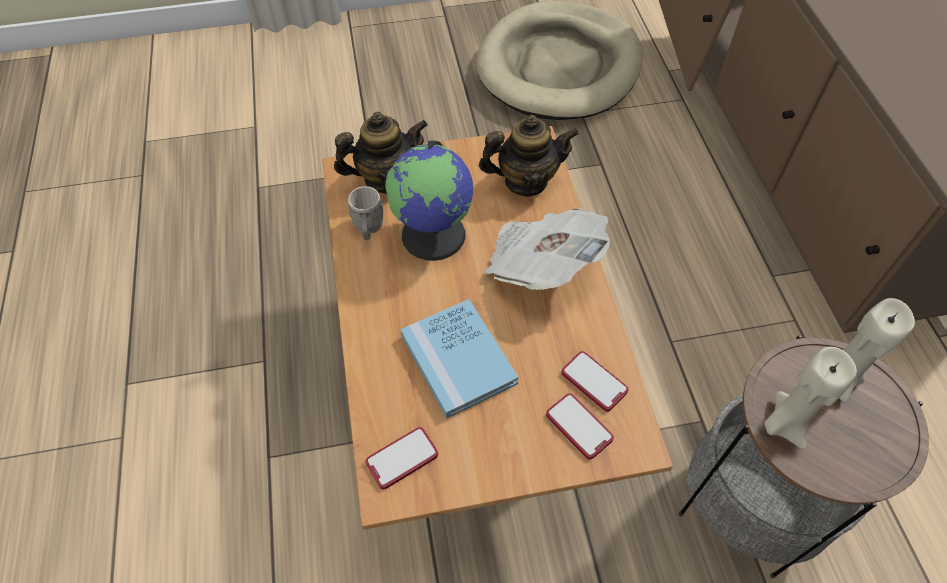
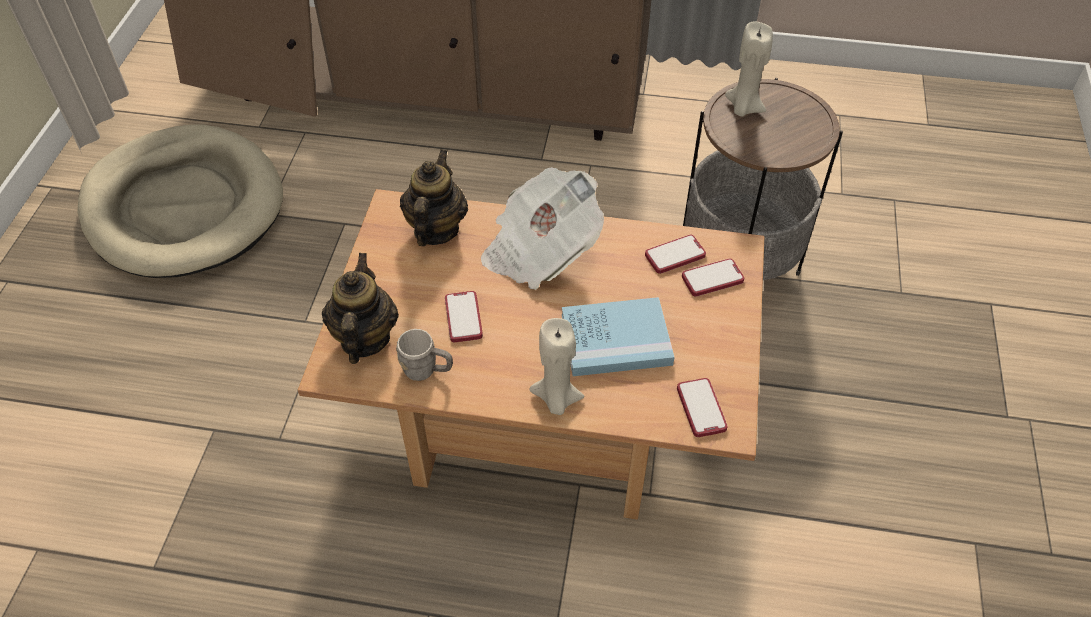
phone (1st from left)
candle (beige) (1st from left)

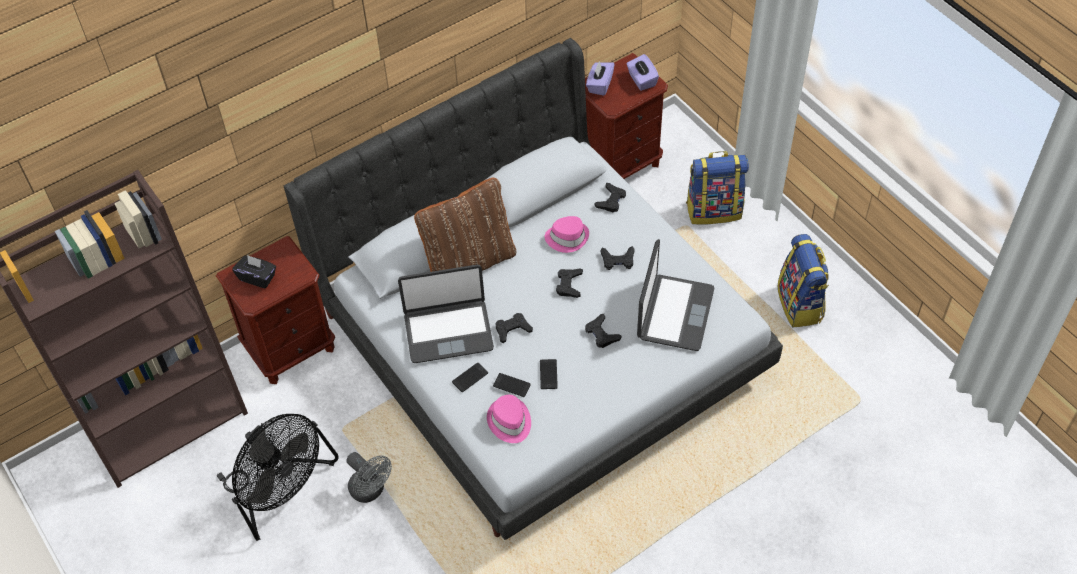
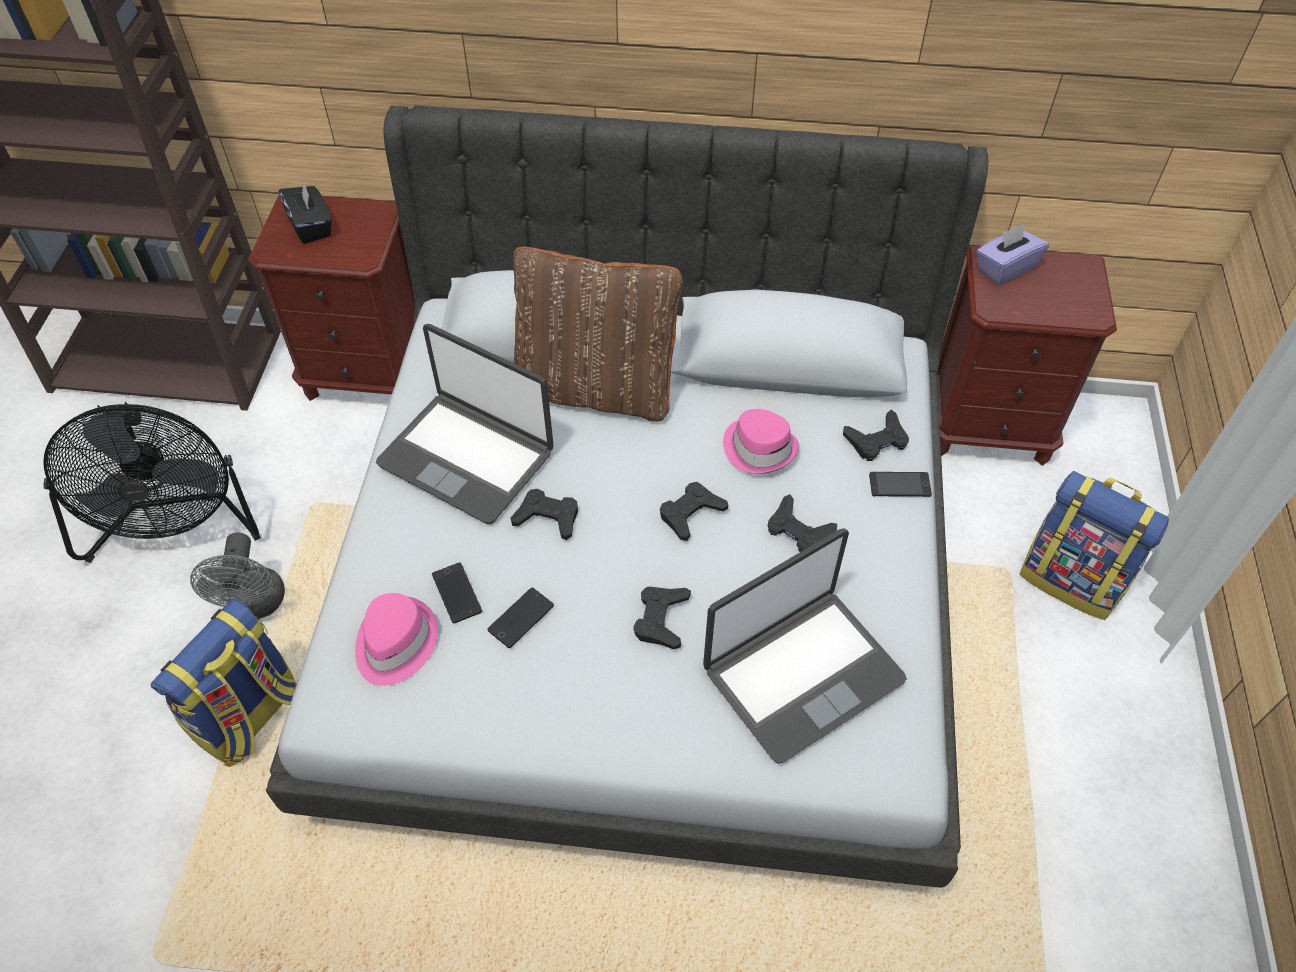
phone (3rd from left)
tissue box (purple) (2nd from left in the first image)
backpack (1st from left)

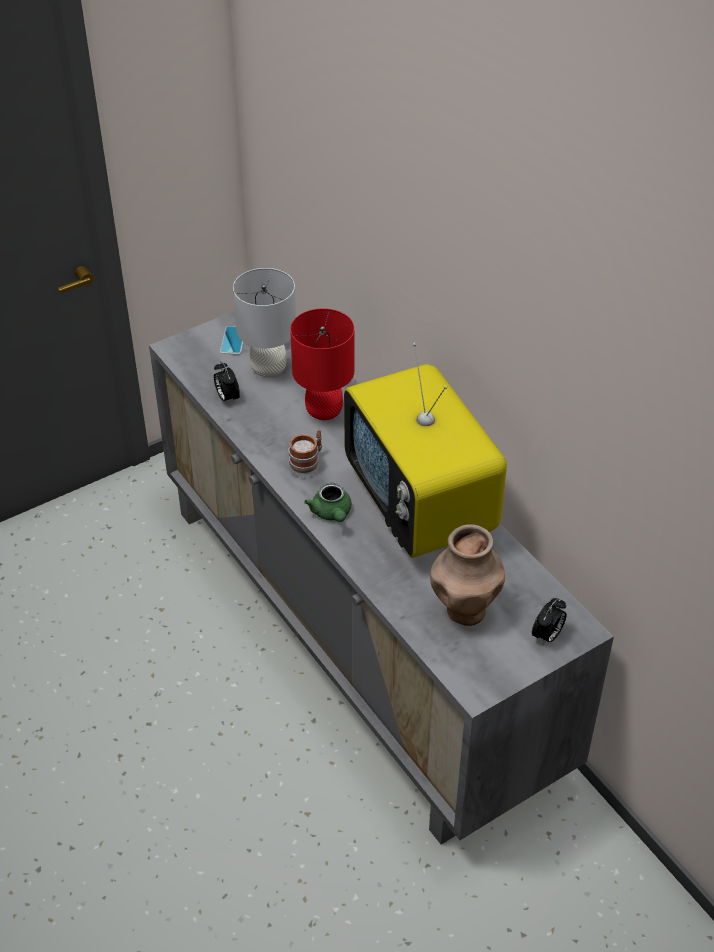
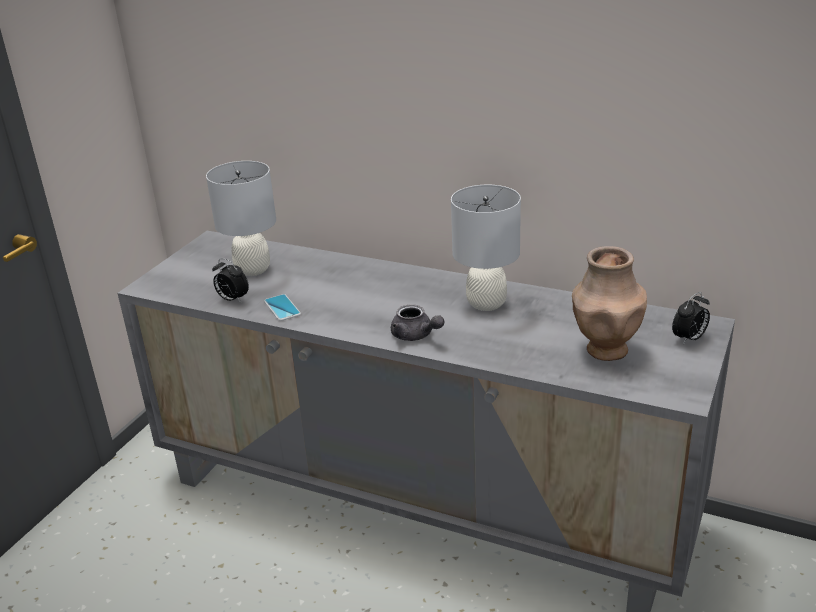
phone
mug
table lamp (red)
teapot (grey)
table lamp (grey) (2nd from left)
alarm clock (2nd from left)

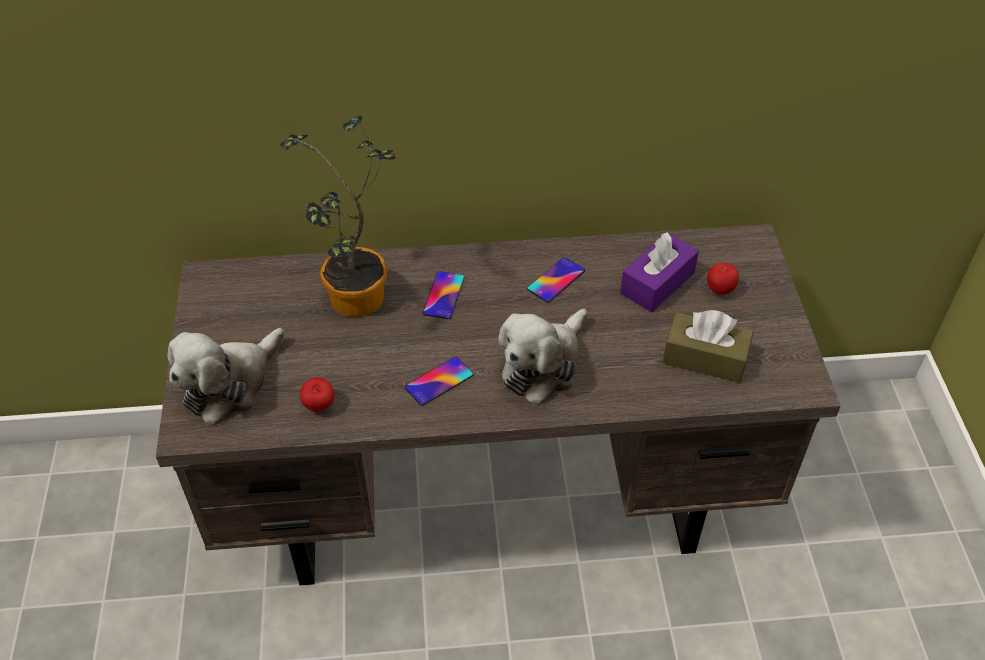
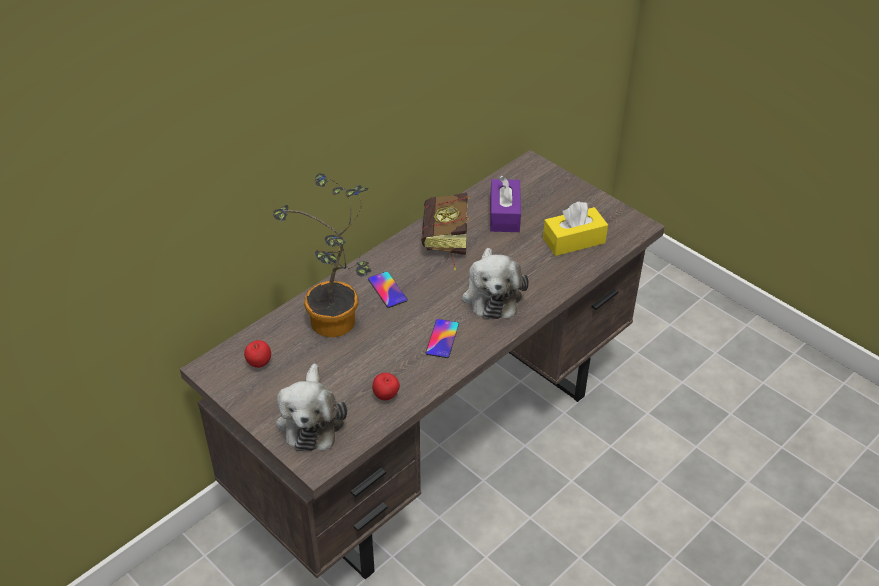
book
tissue box (yellow)
apple (1st from left)

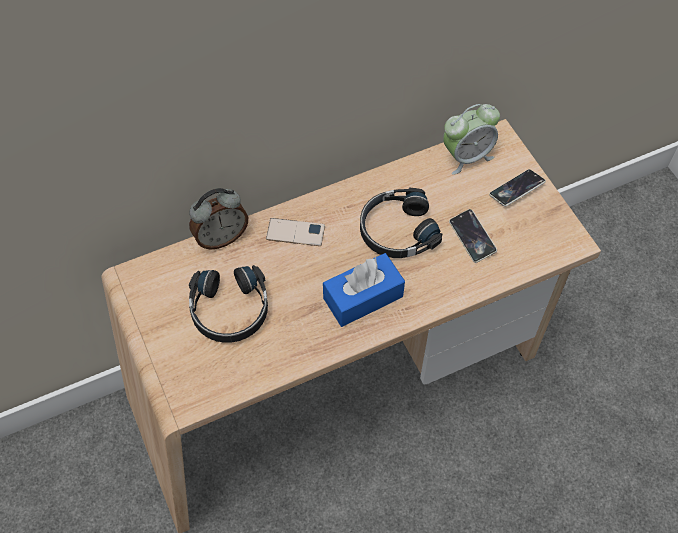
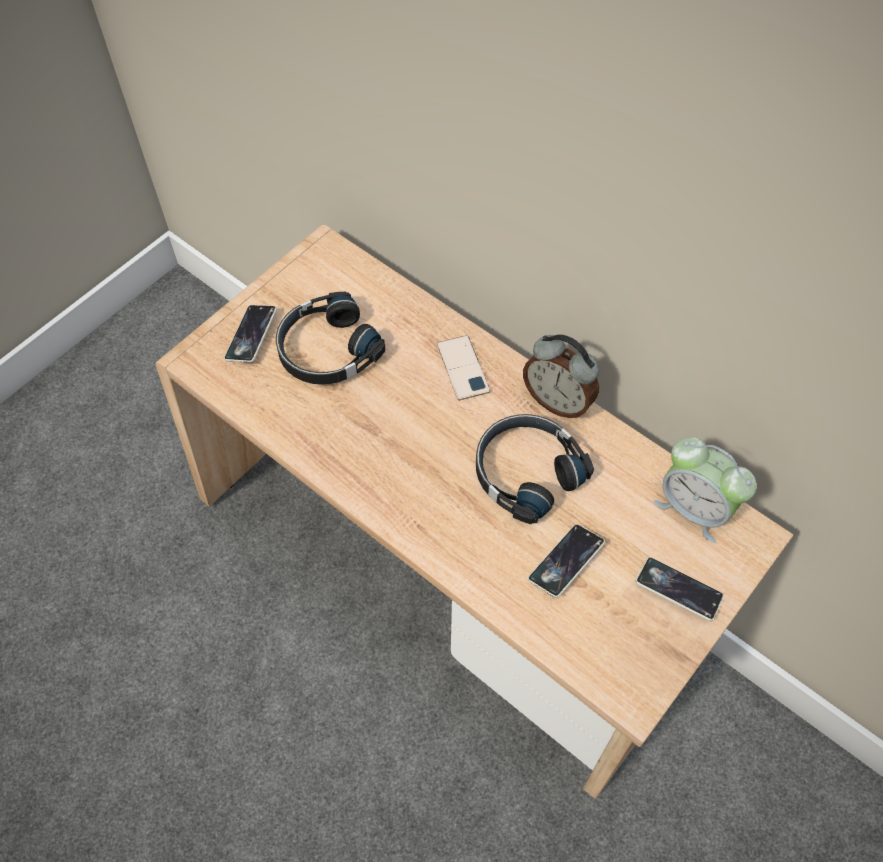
alarm clock (1st from left)
tissue box (blue)
phone (1st from left)

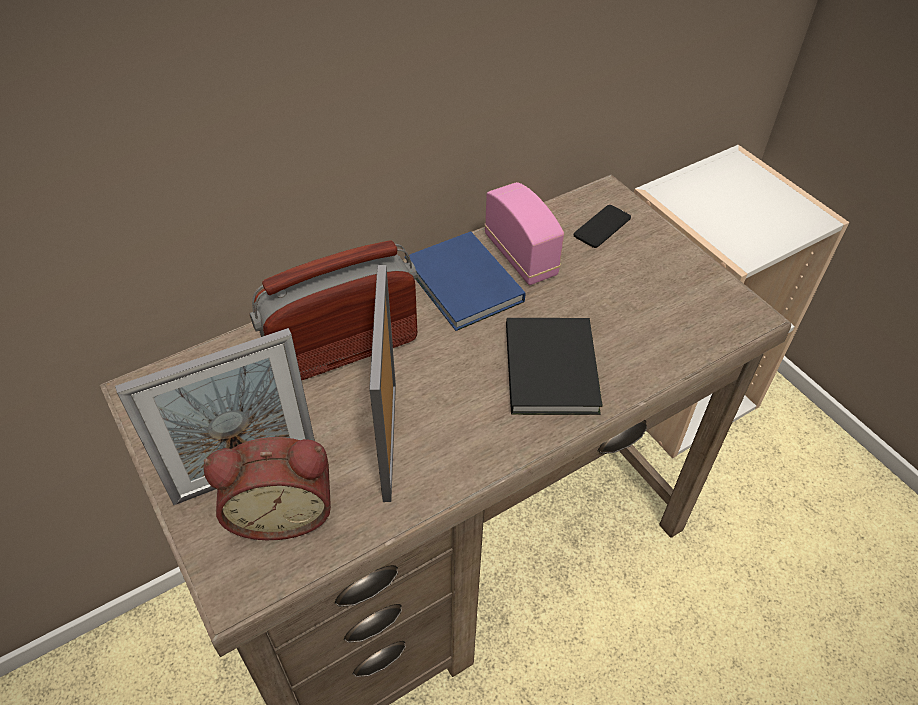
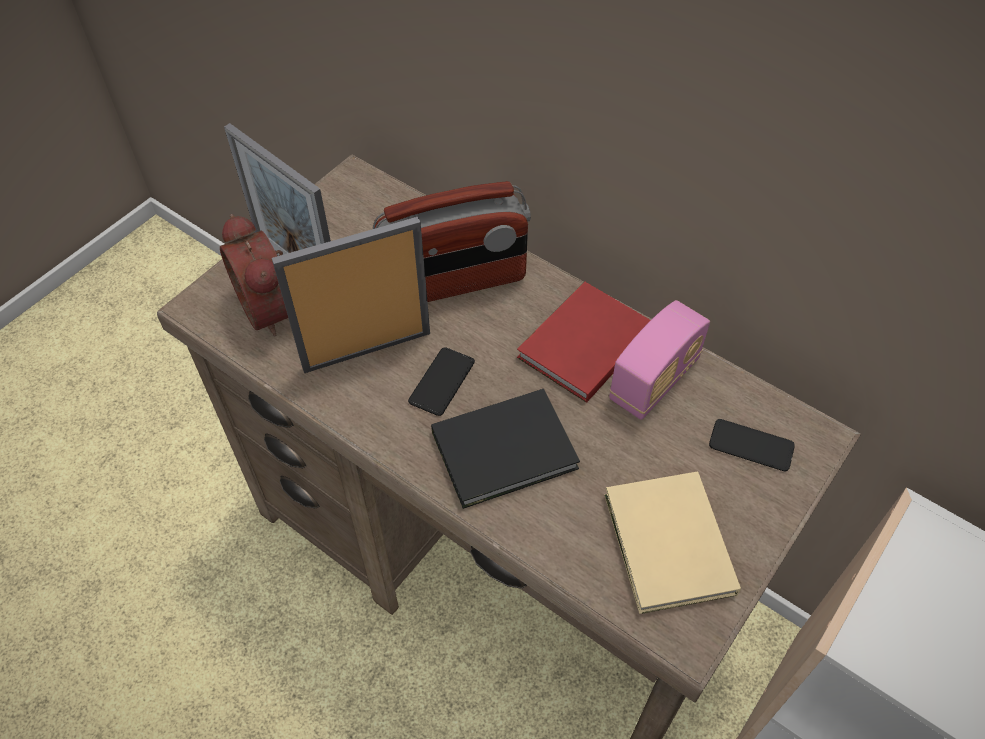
radio (1st from left)
book (red)
phone (1st from left)
book (beige)

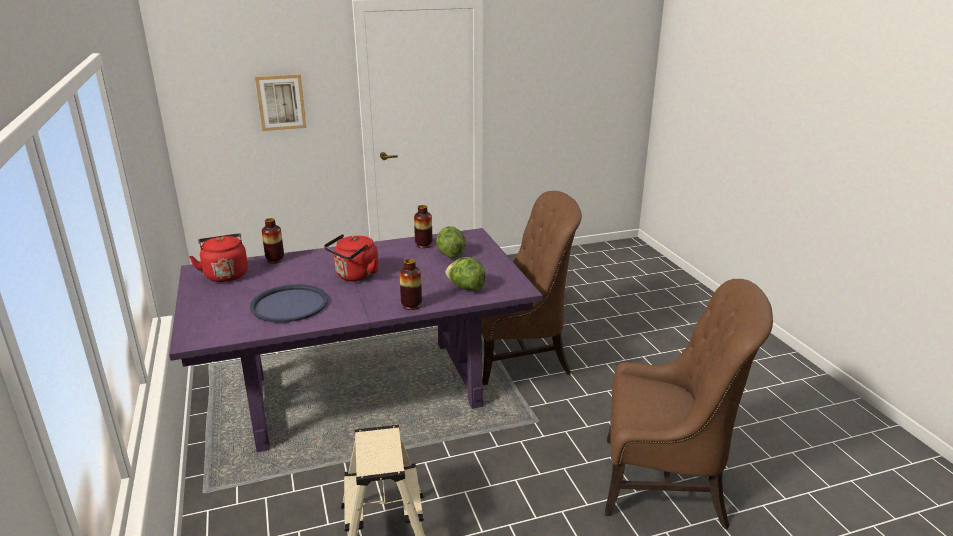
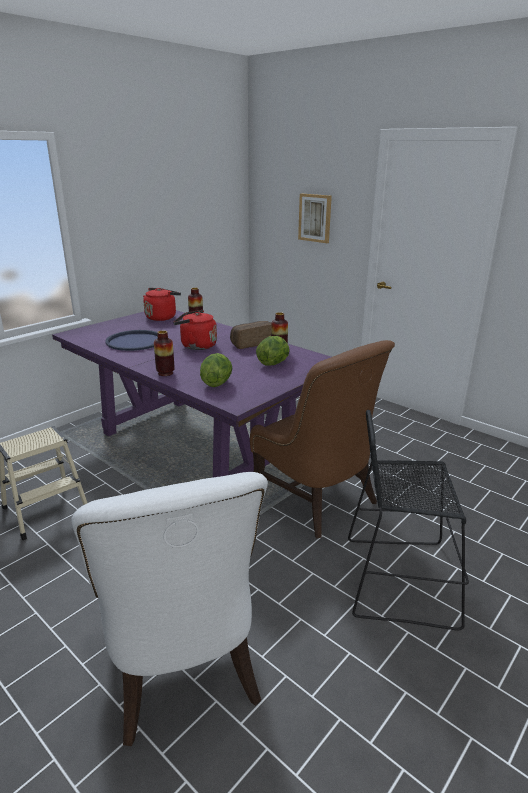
chair (white)
bread
stool (black)

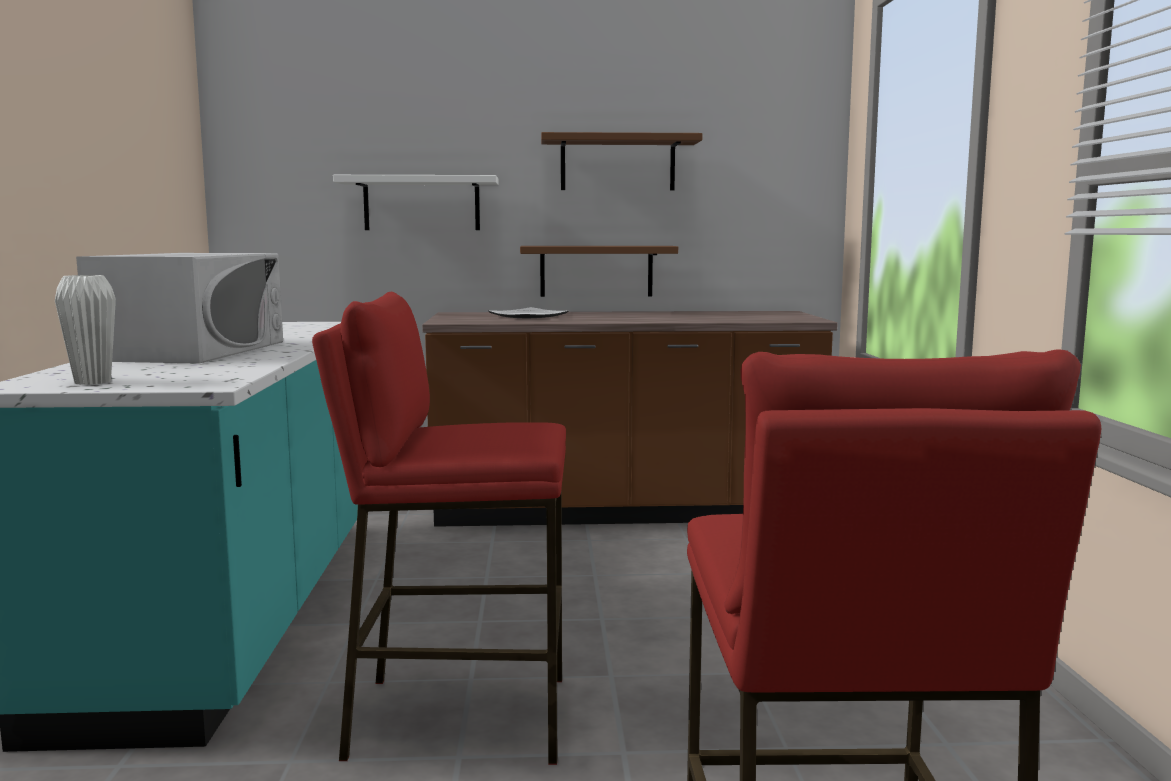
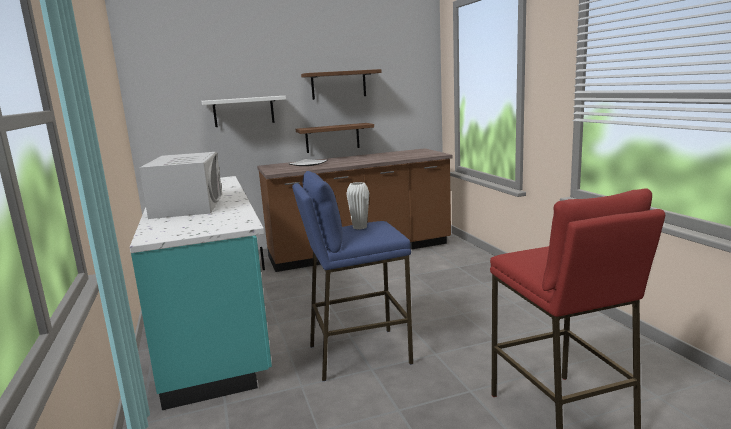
vase (white)
stool (blue)

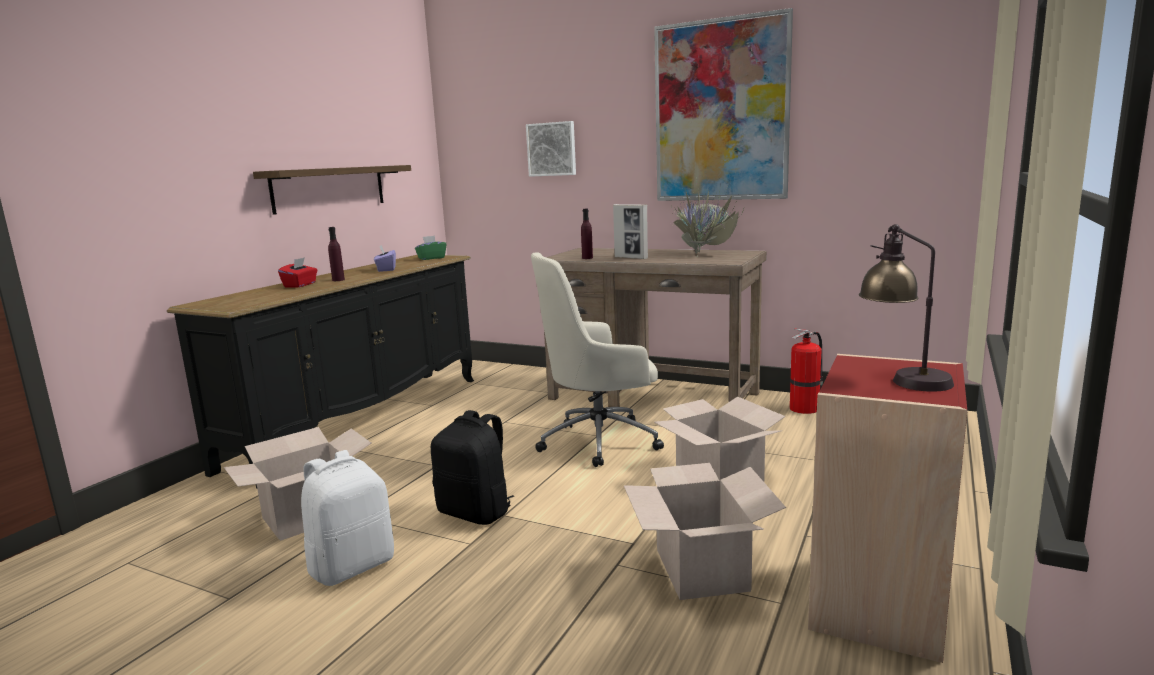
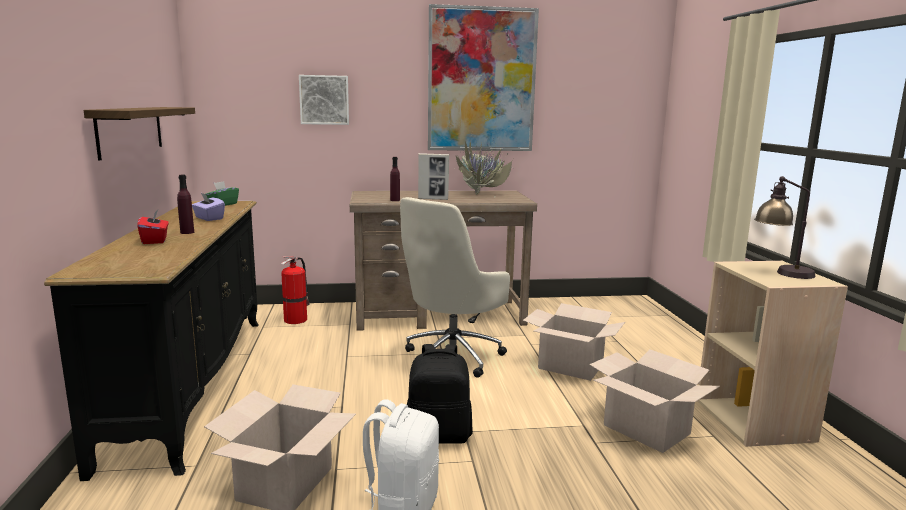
fire extinguisher
bookcase (beige)

